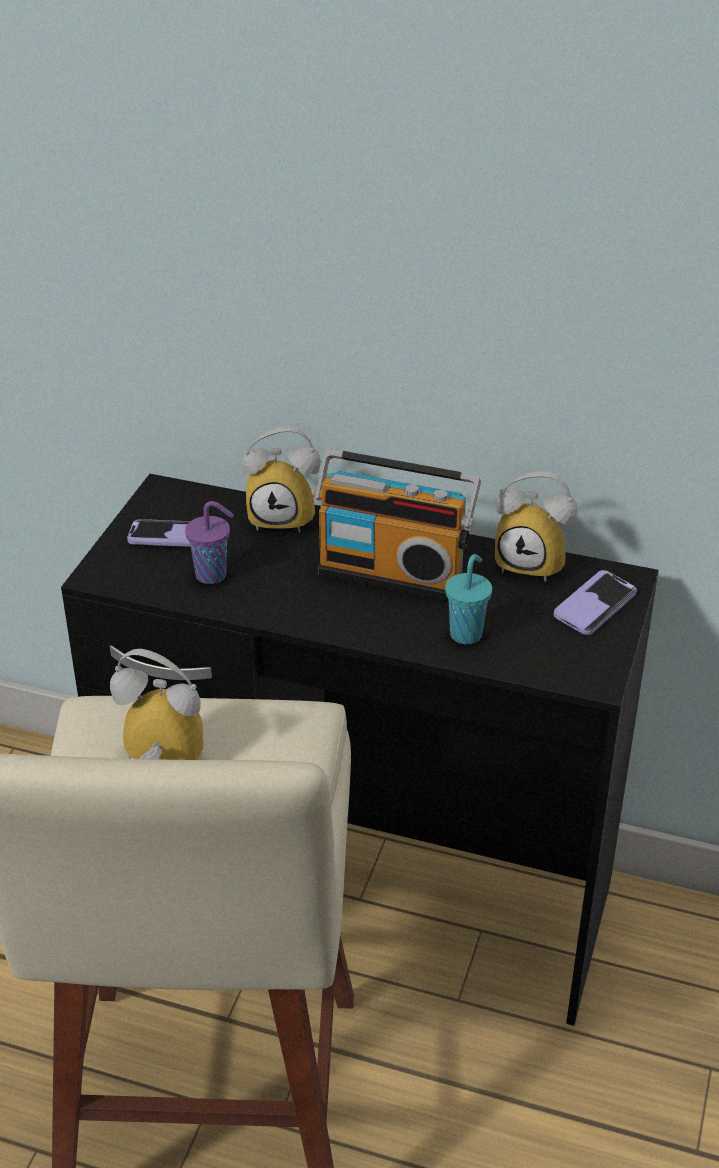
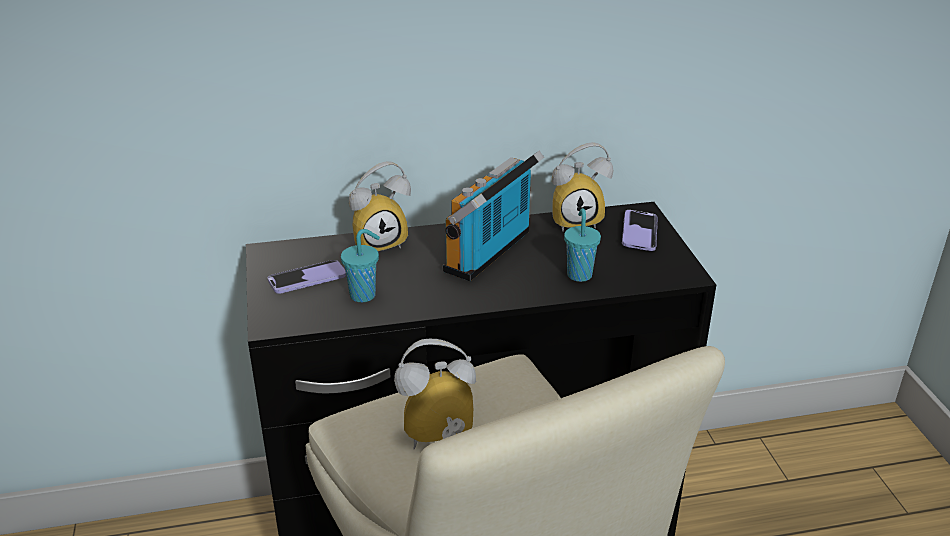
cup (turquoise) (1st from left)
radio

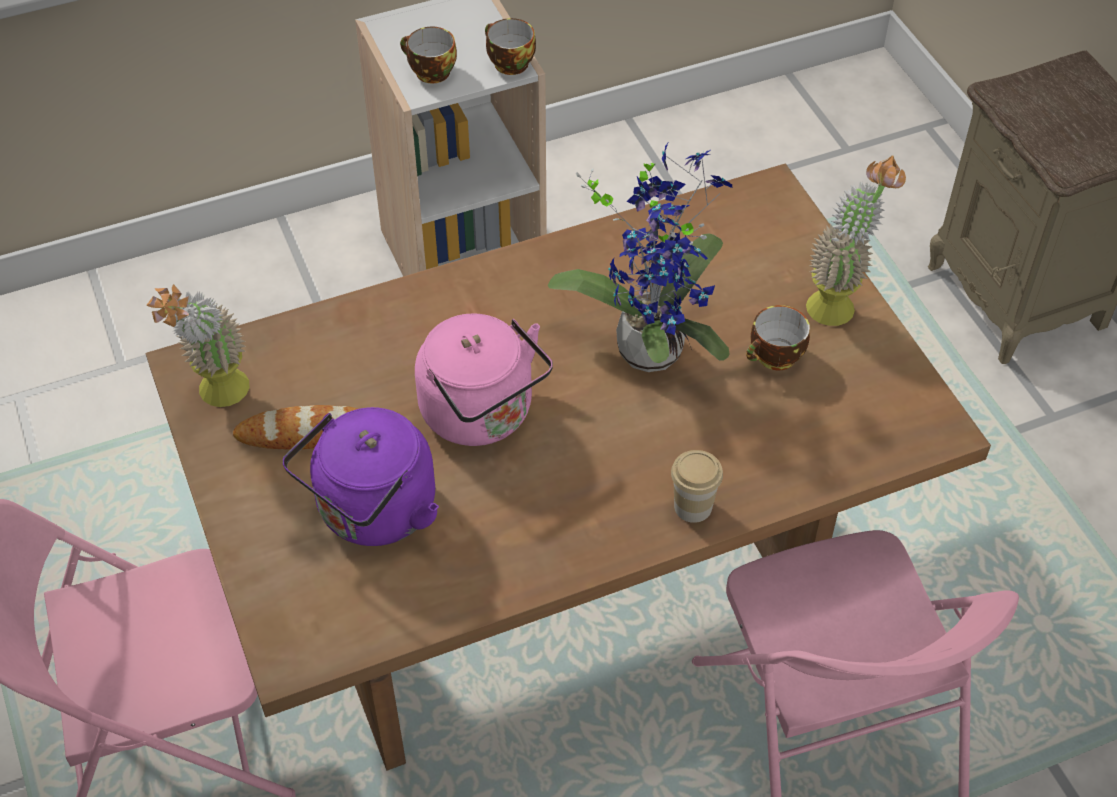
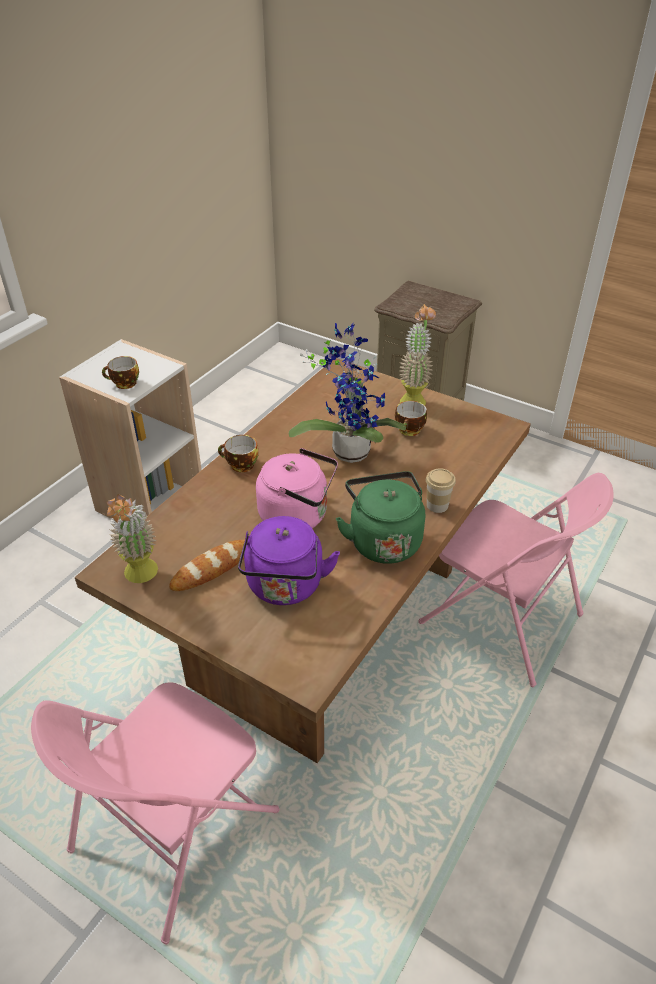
cup (2nd from left)
kettle (green)

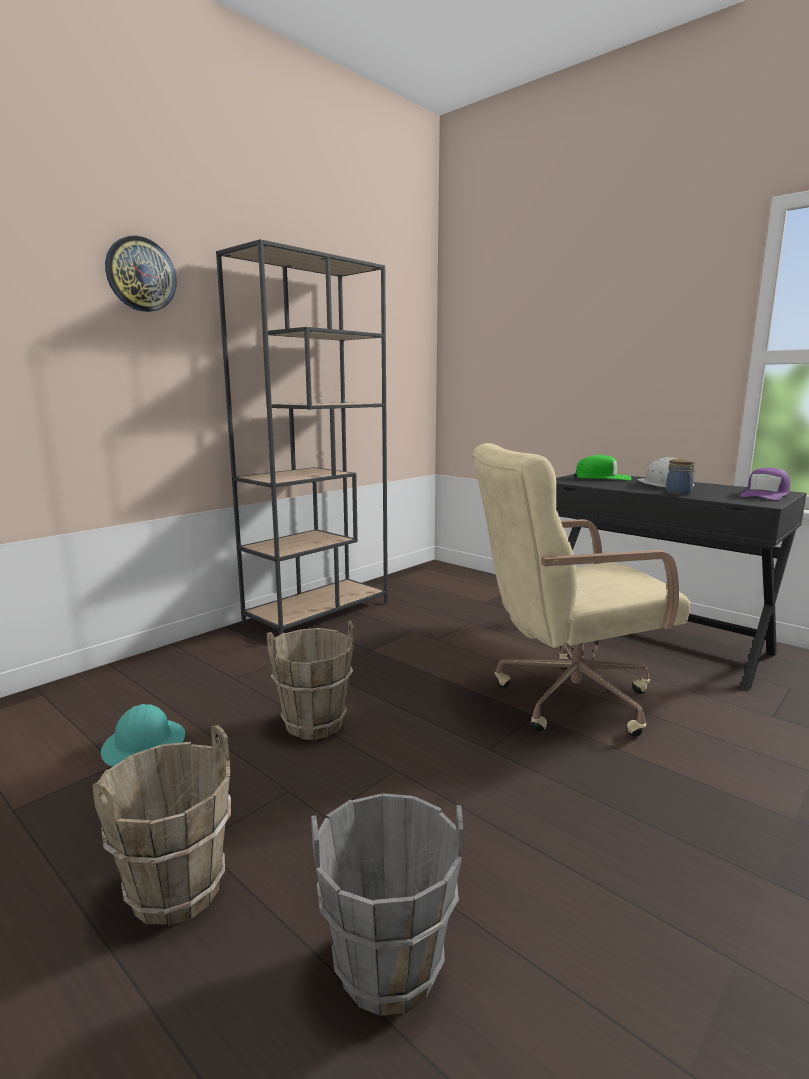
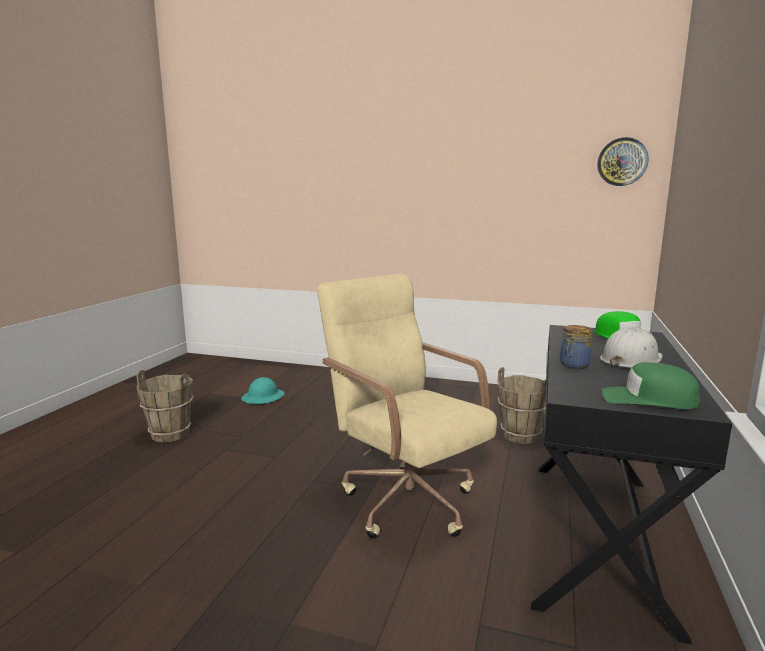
wall clock
bookcase
bucket (brown) (2nd from left)
bucket (grey)
cap (green) (2nd from left)

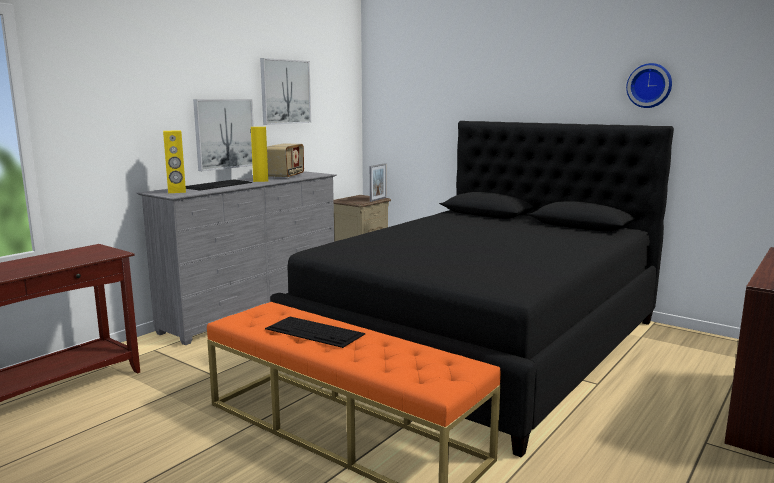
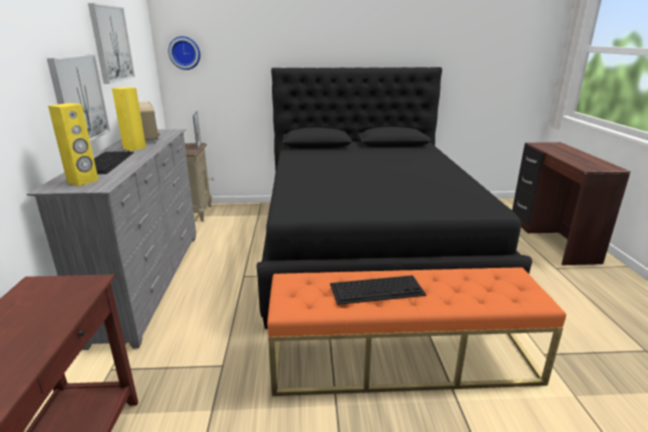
wall clock

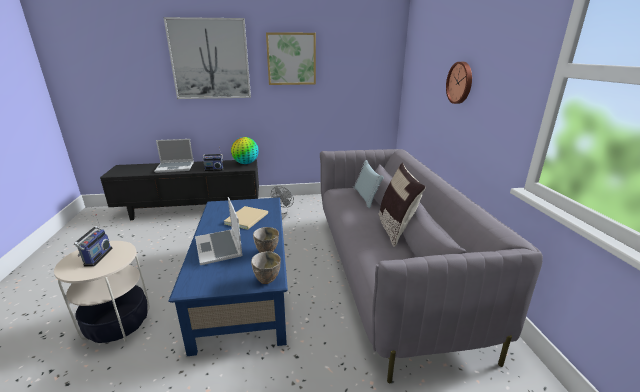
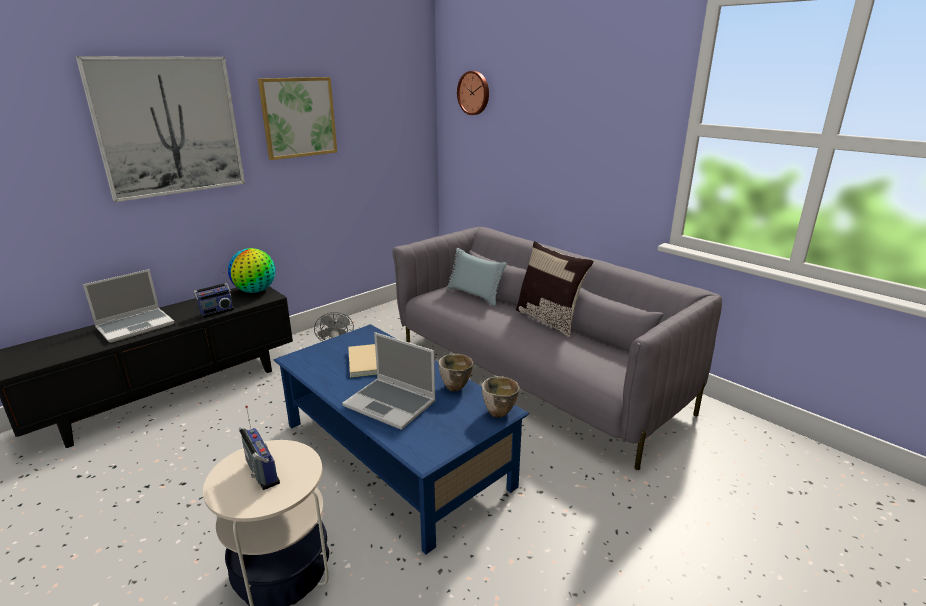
wall clock

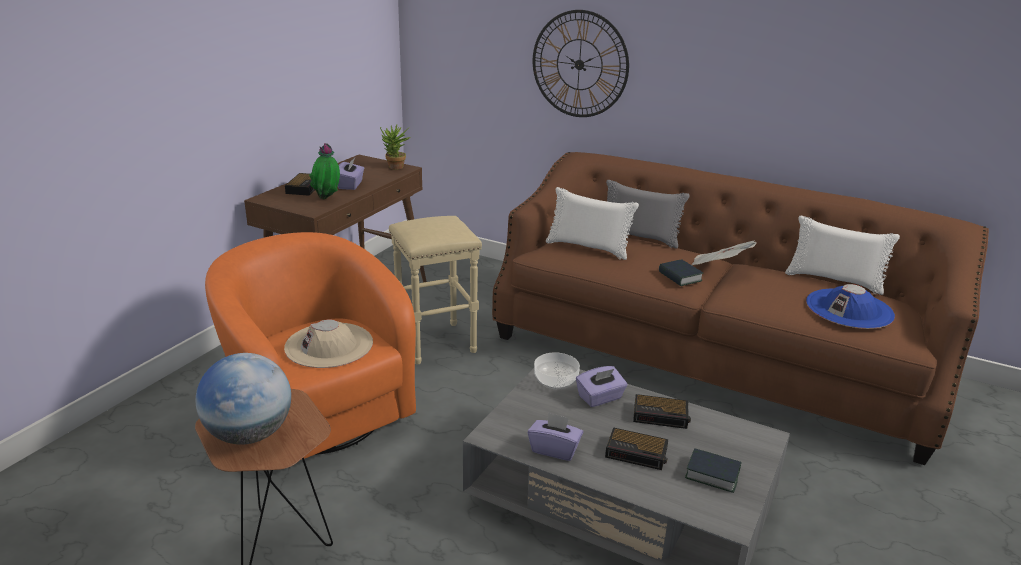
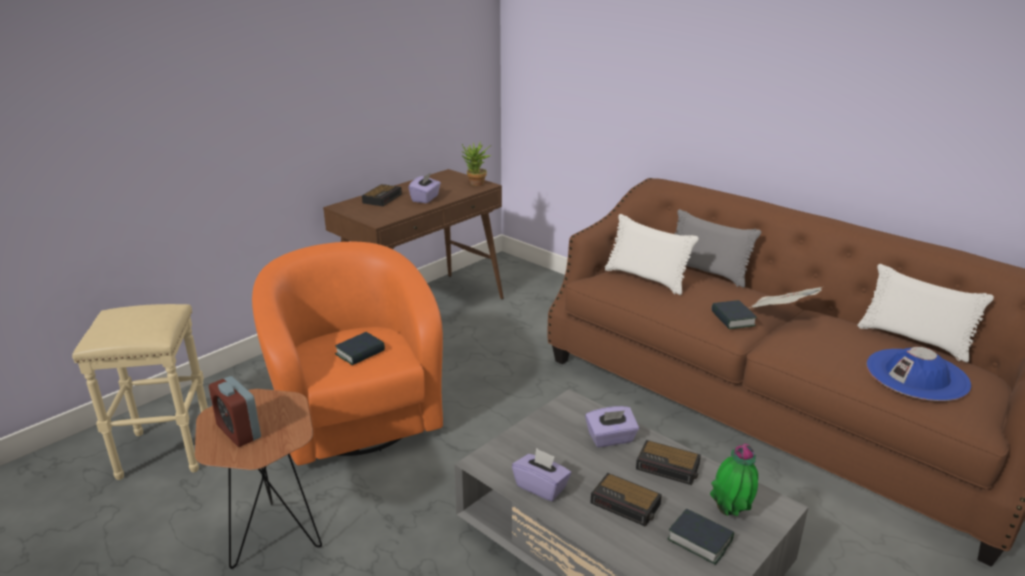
alarm clock (1st from left)
book (1st from left)
potted plant (2nd from left)
stool (beige)
wall clock
bowl

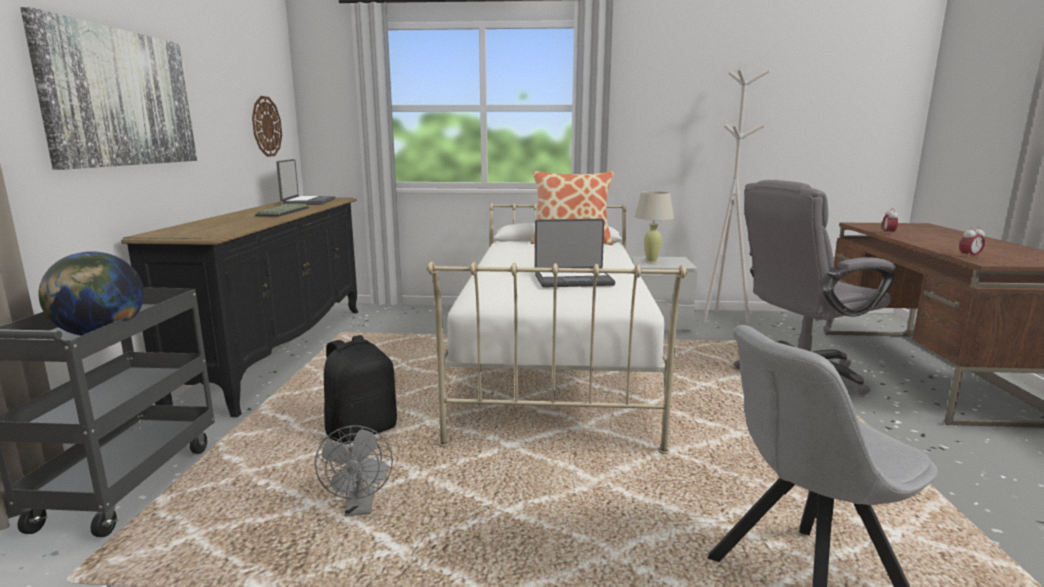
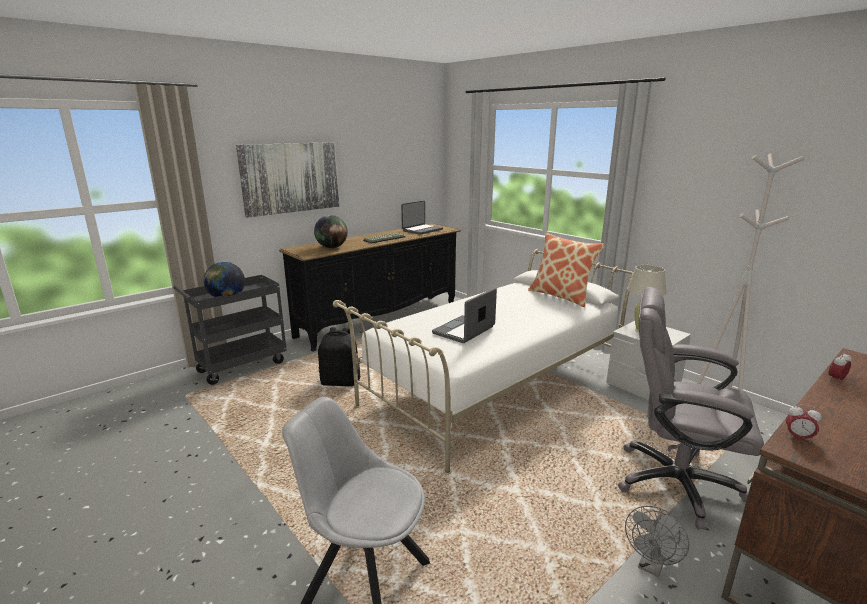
wall clock
fan (grey)
laptop (2nd from left)
globe (2nd from left)

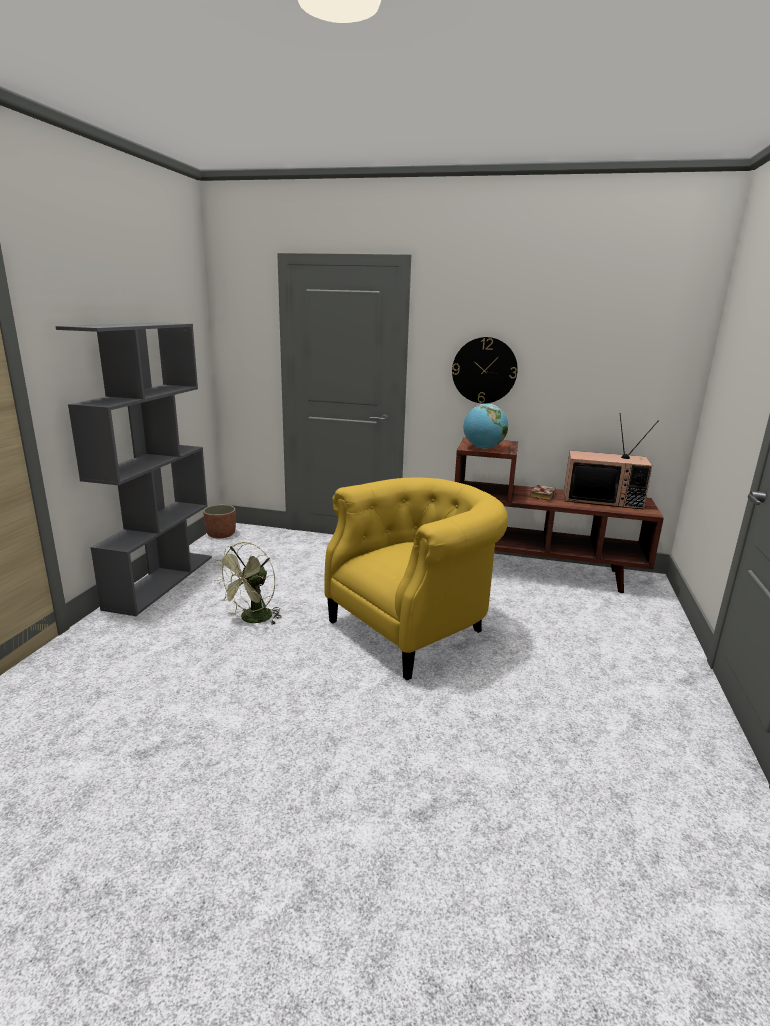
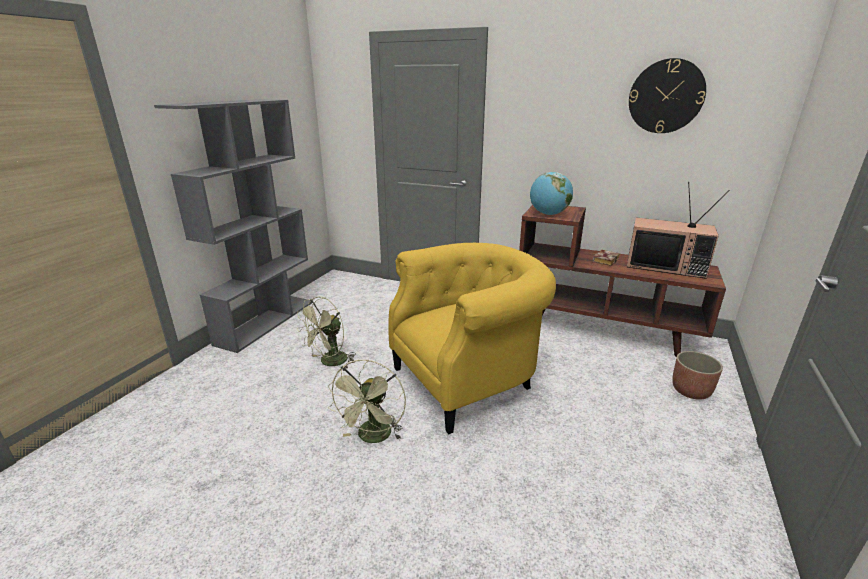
planter
wall clock
fan (green) (2nd from left)

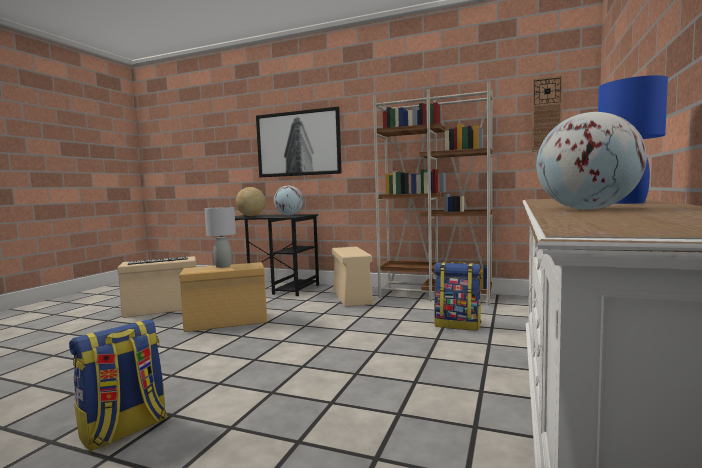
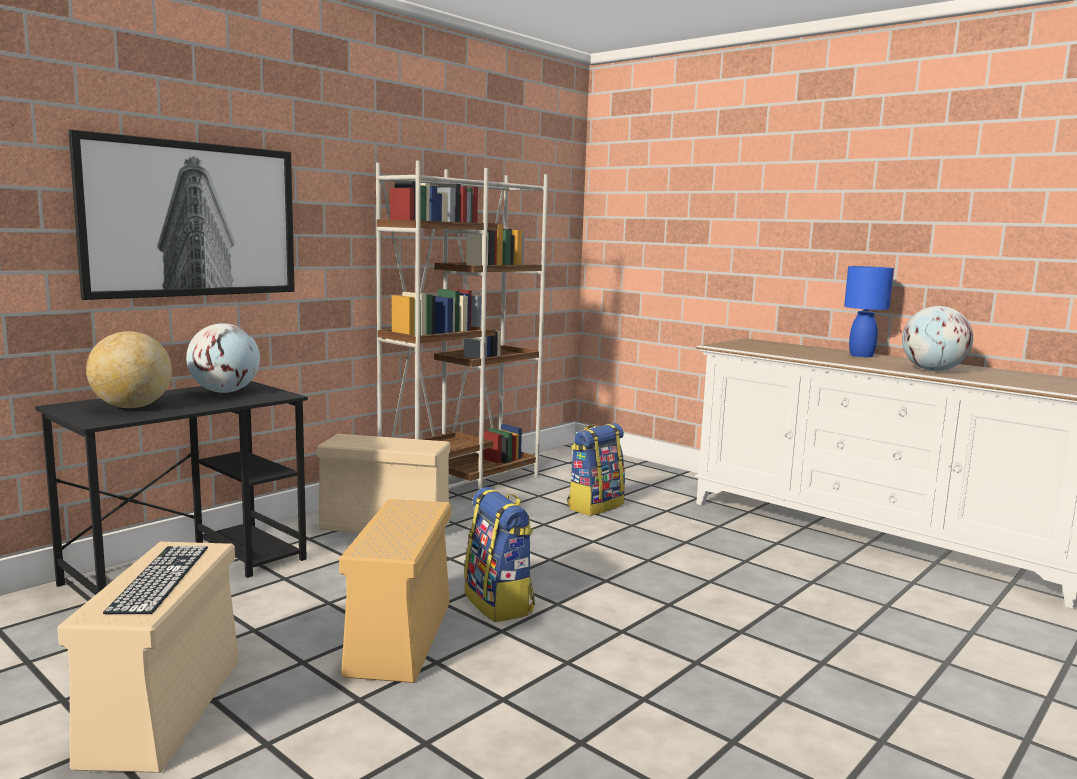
backpack (1st from left)
table lamp (grey)
wall clock

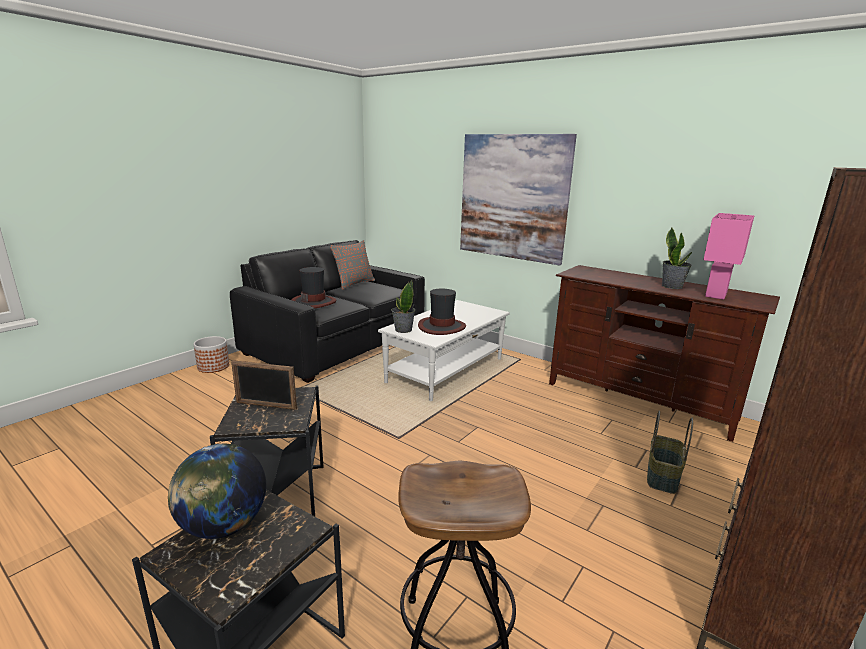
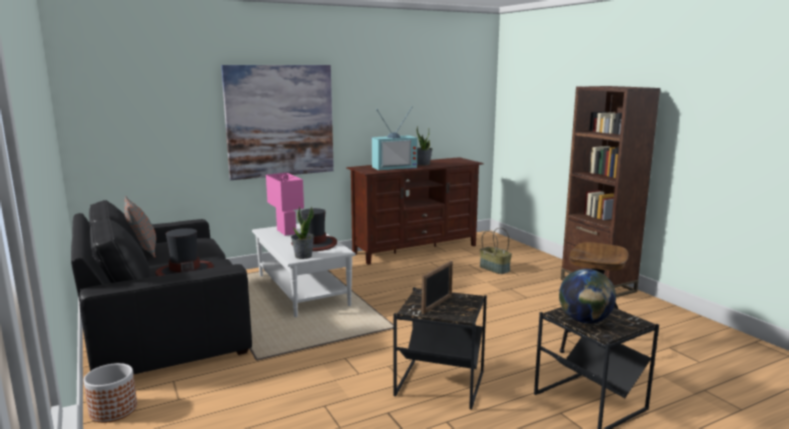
table lamp (pink)
television

